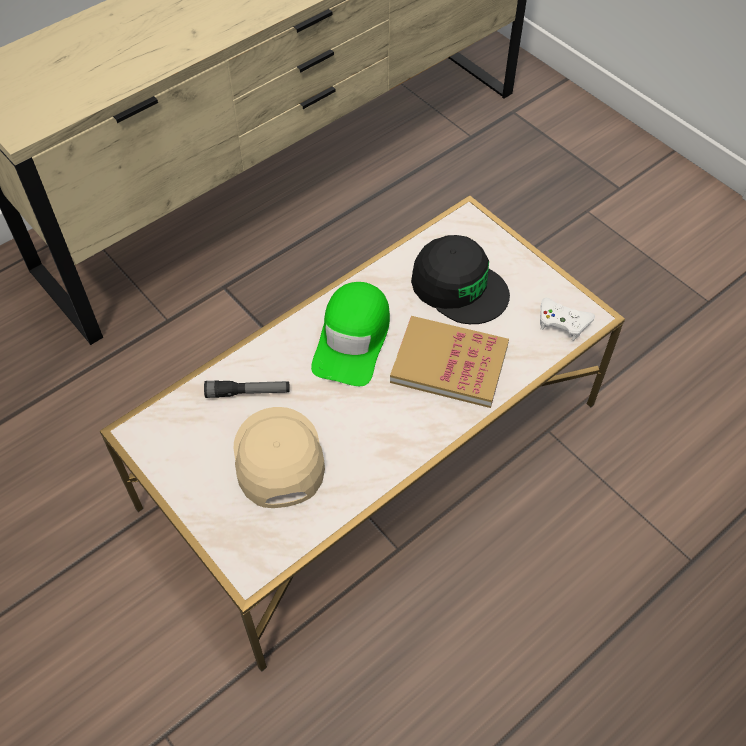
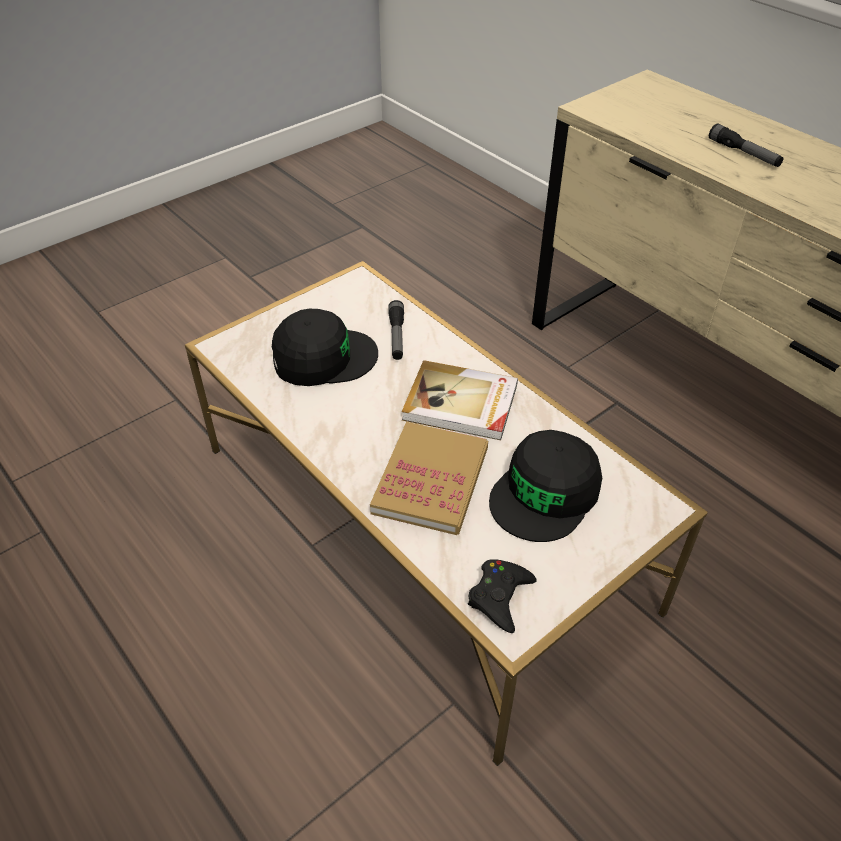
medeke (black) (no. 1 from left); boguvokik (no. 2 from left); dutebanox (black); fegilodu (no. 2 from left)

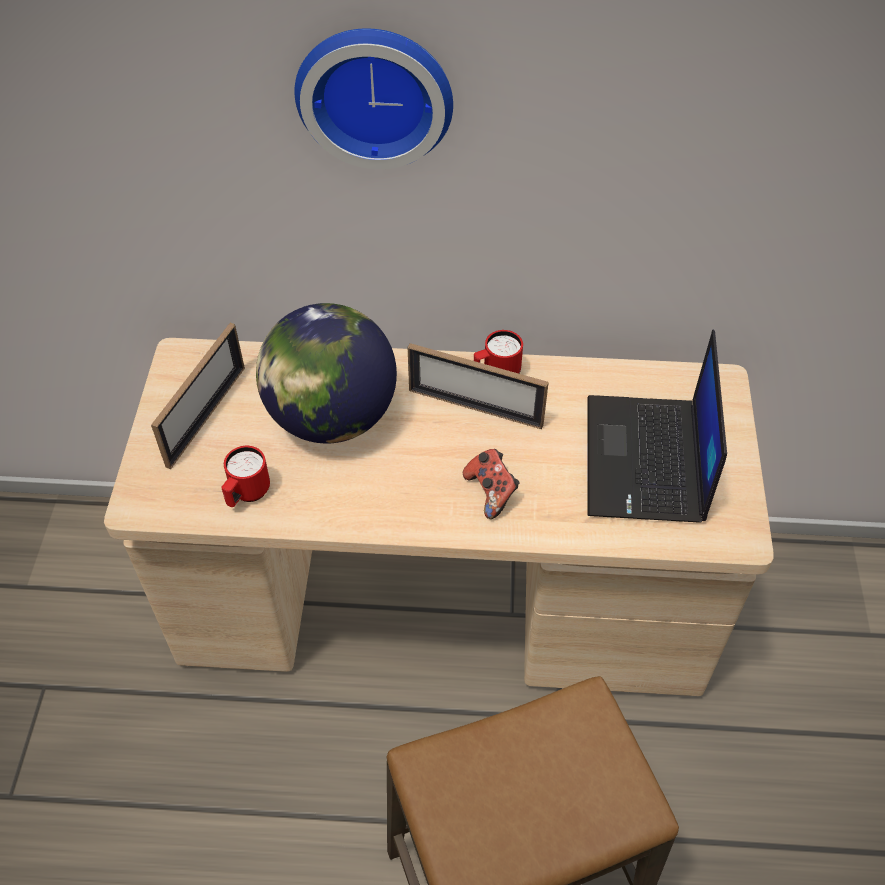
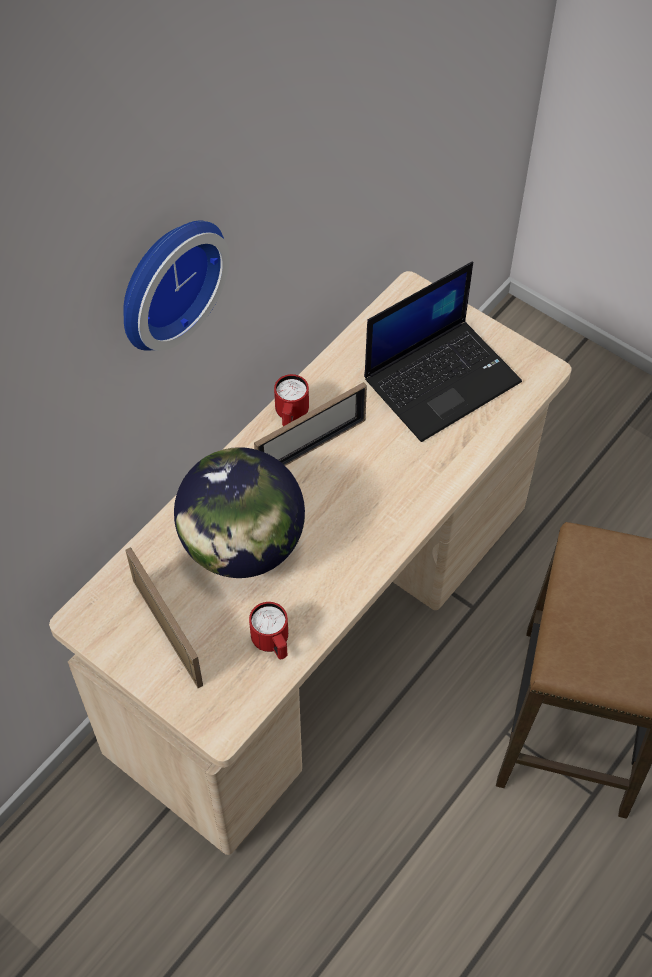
dutebanox; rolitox

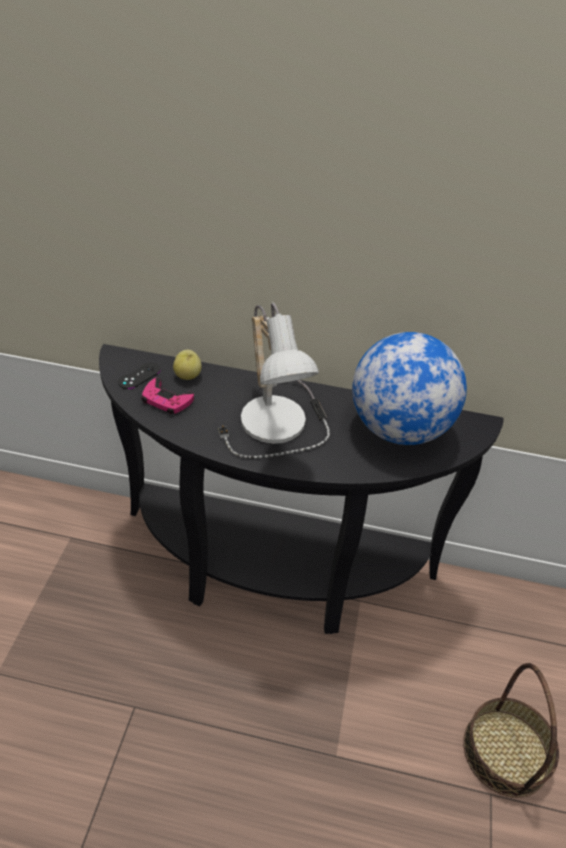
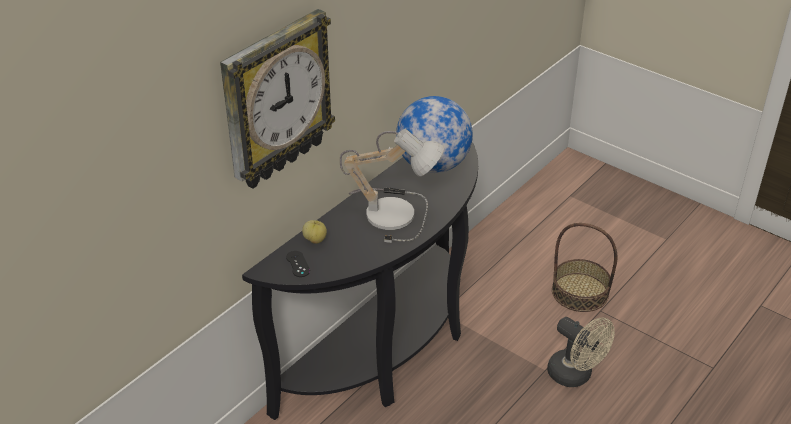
dutebanox (pink); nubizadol; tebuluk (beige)

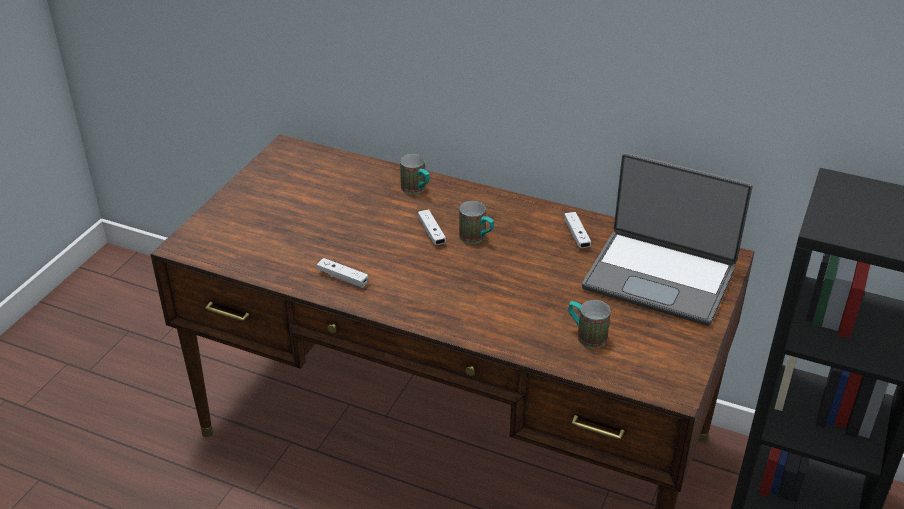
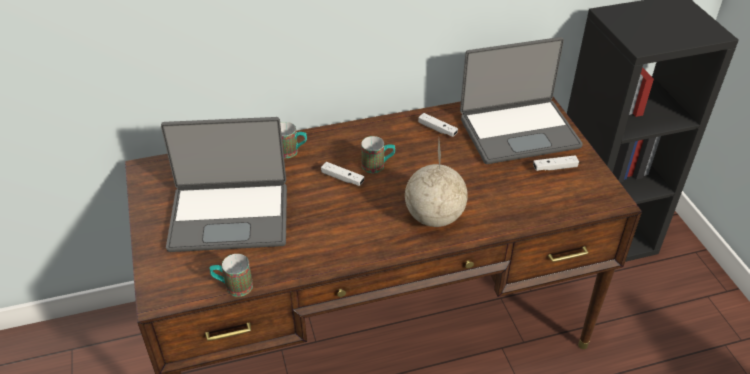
dutebanox (white) (no. 3 from left); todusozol (no. 1 from left); rolitox (no. 1 from left); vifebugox

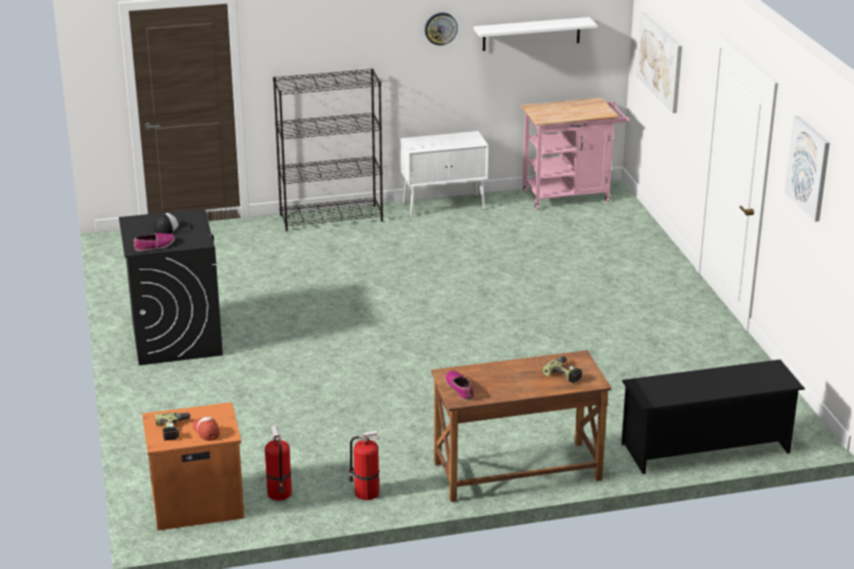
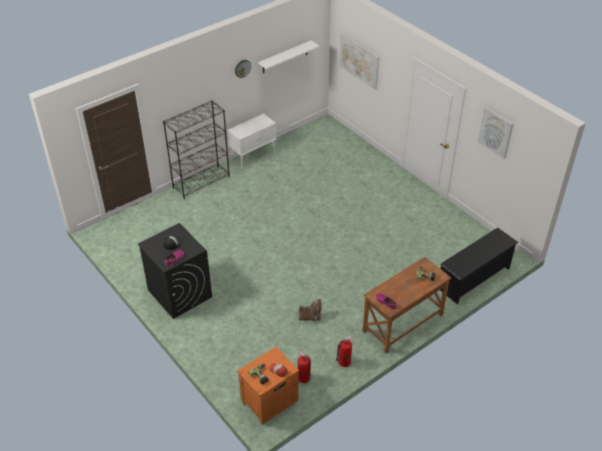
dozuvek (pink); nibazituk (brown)

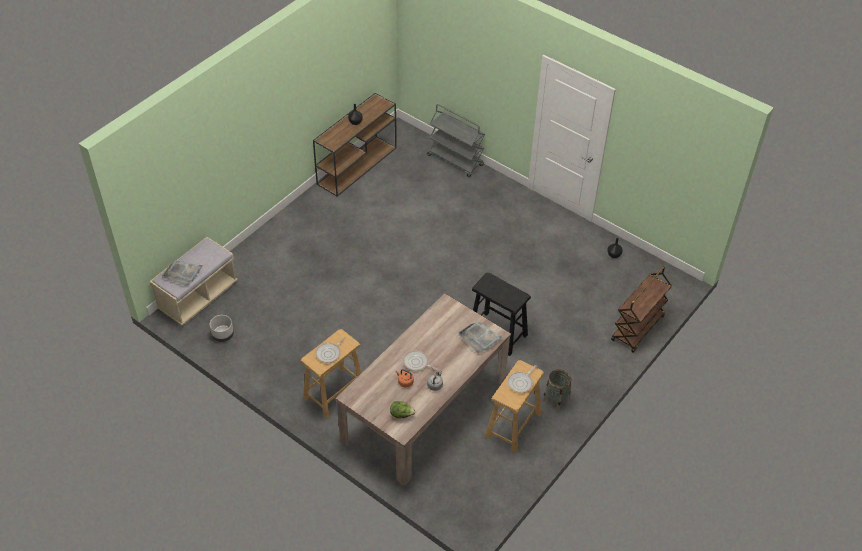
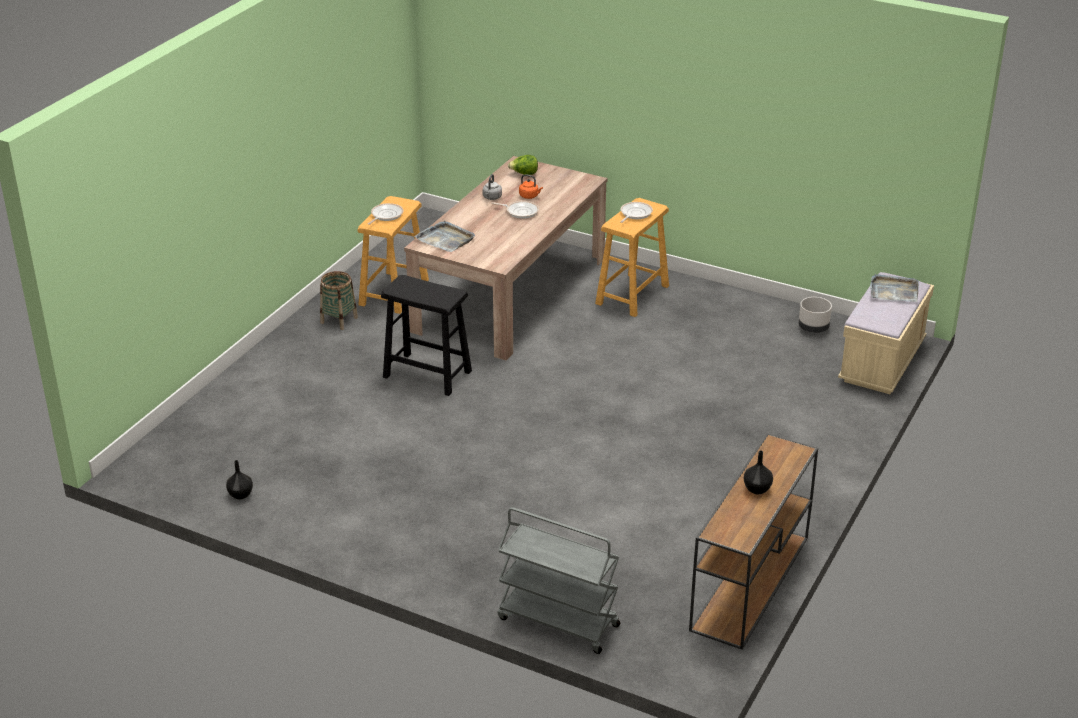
dozuvek (brown)

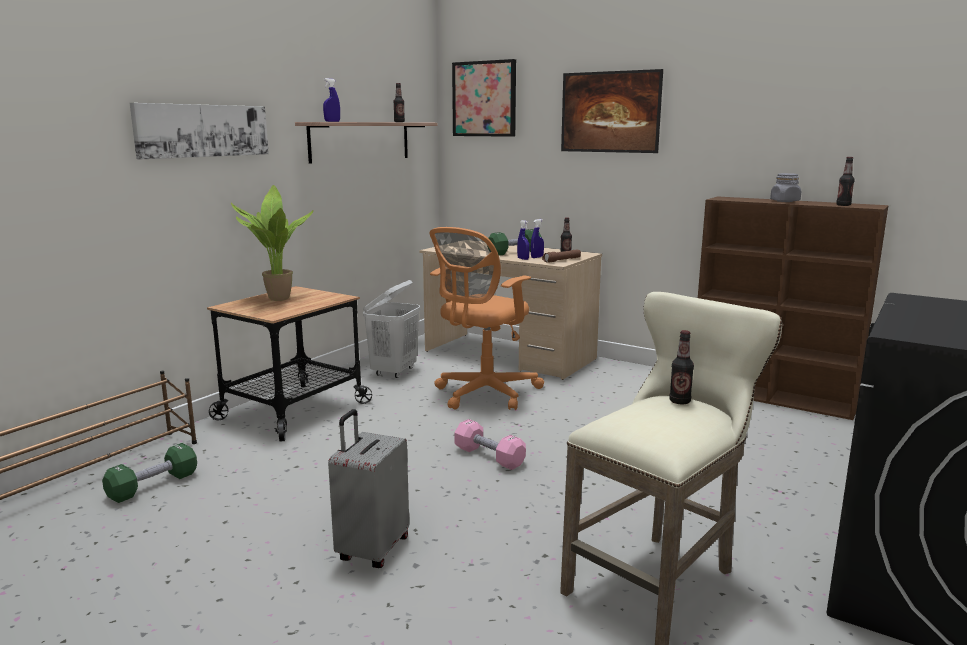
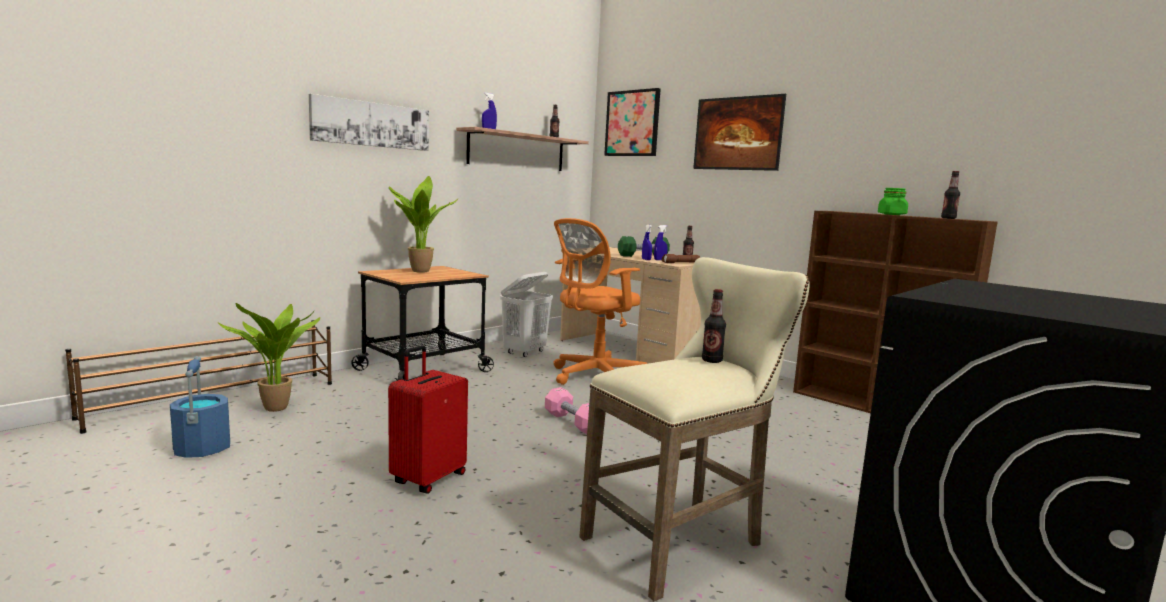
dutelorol (no. 1 from left); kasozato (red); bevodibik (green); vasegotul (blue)

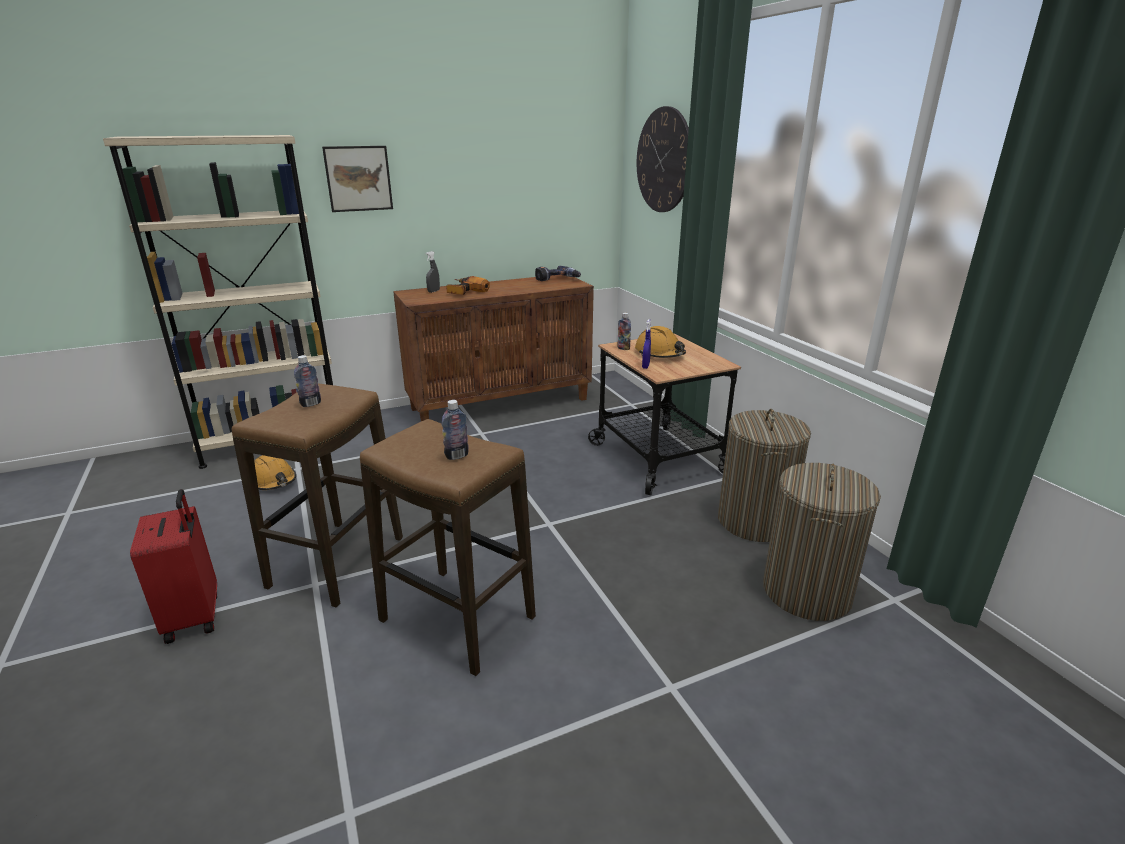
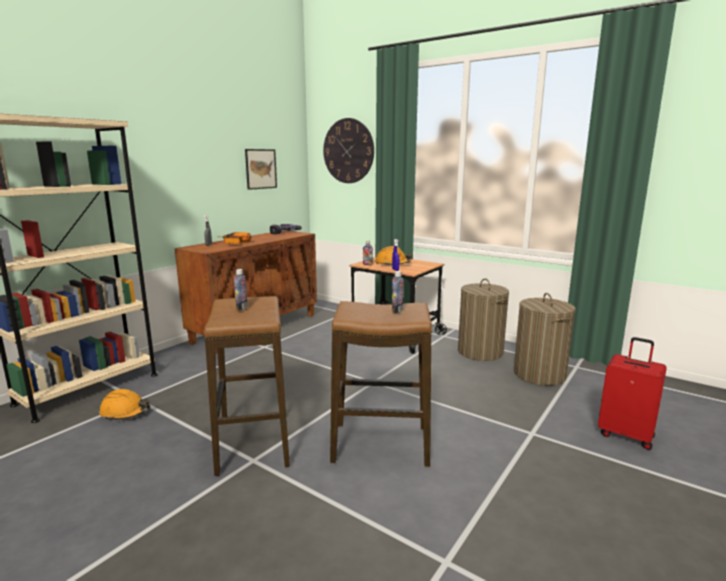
kasozato (red); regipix

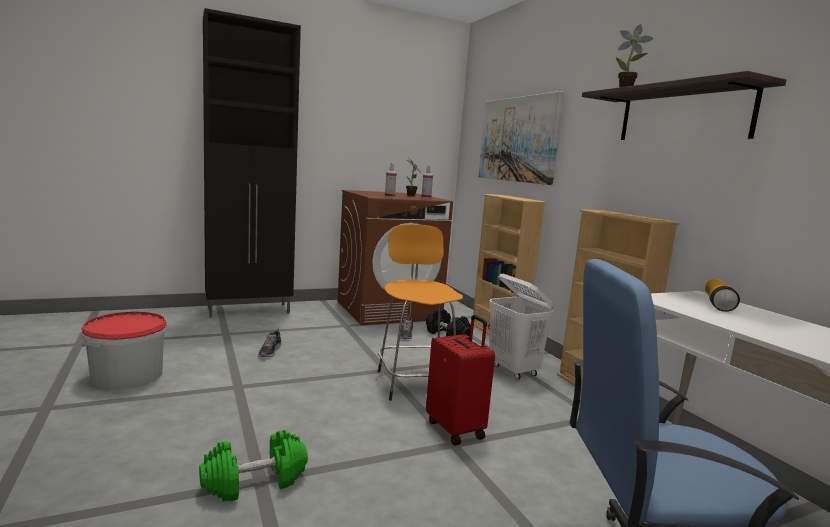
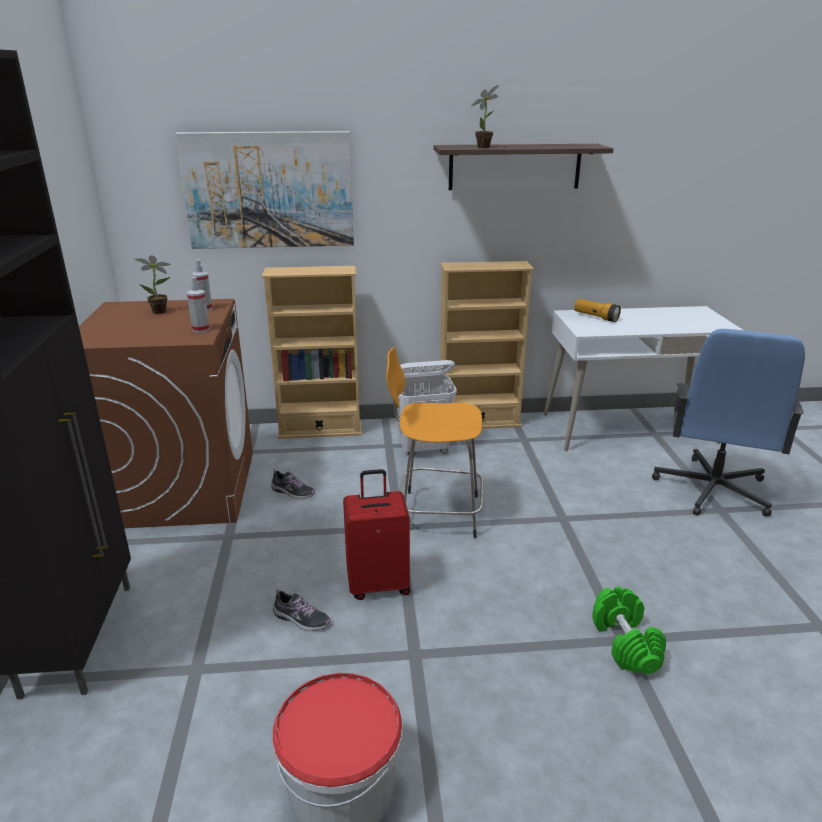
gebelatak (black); kasozato (red)

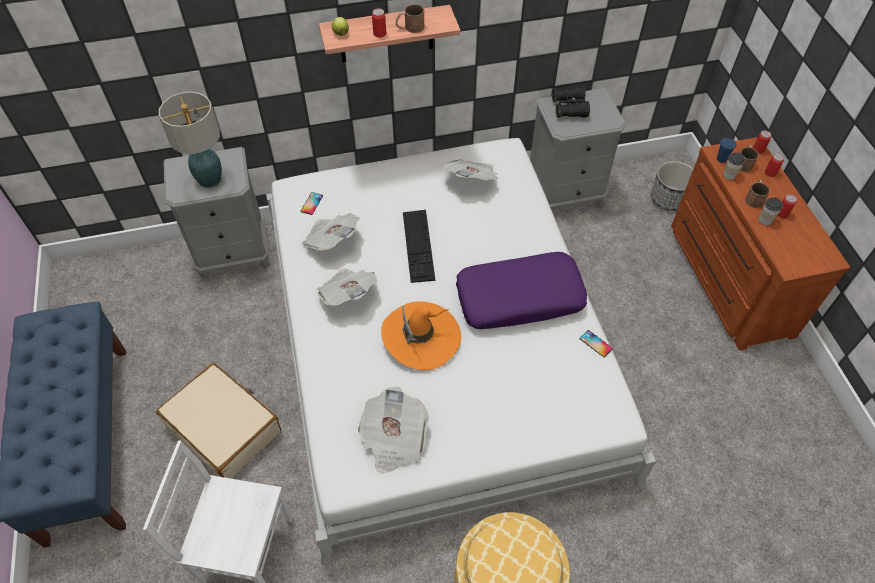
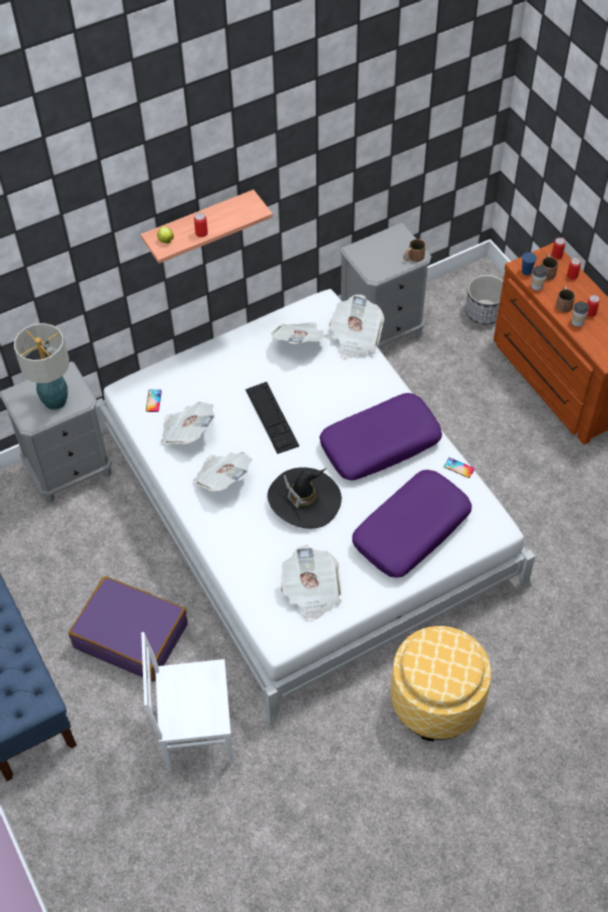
kasozato (purple); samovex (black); todusozol (brown) (no. 1 from left); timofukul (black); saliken (no. 5 from left); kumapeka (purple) (no. 2 from left)

